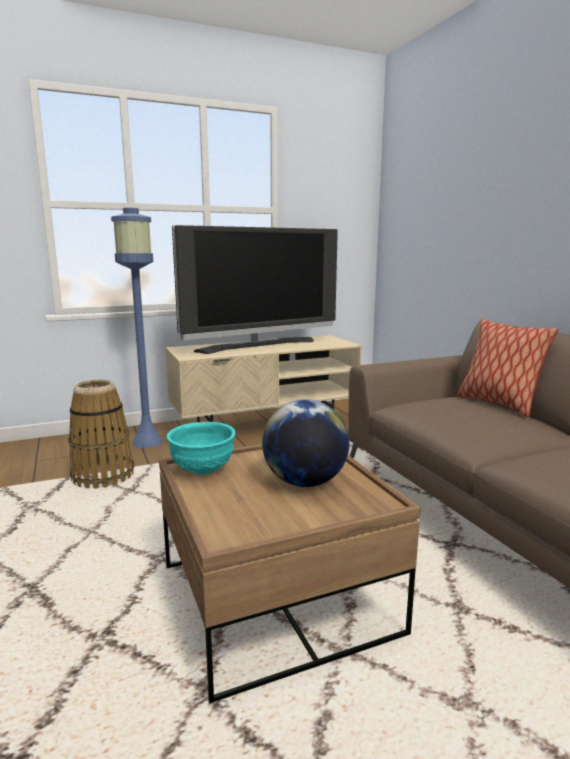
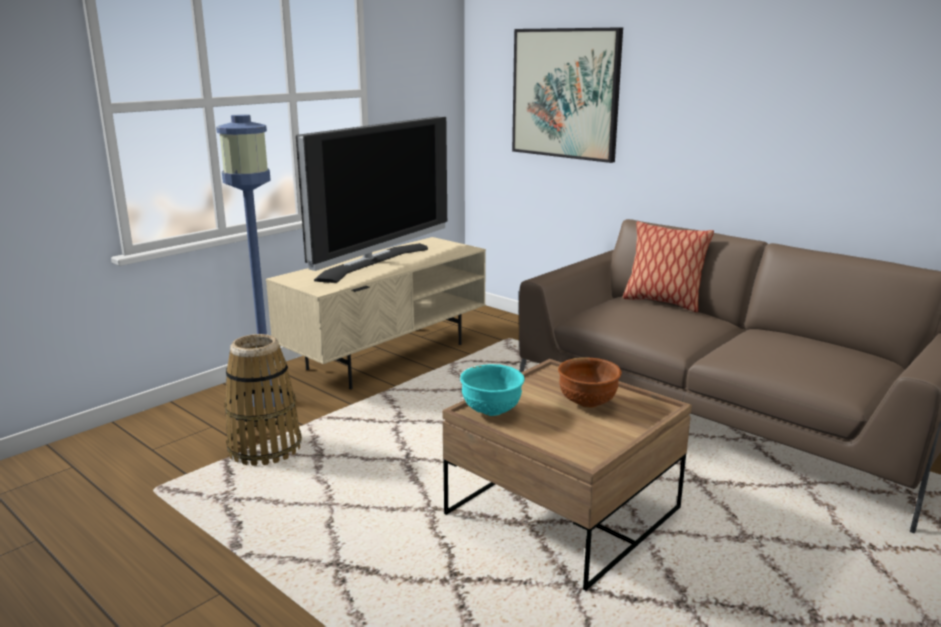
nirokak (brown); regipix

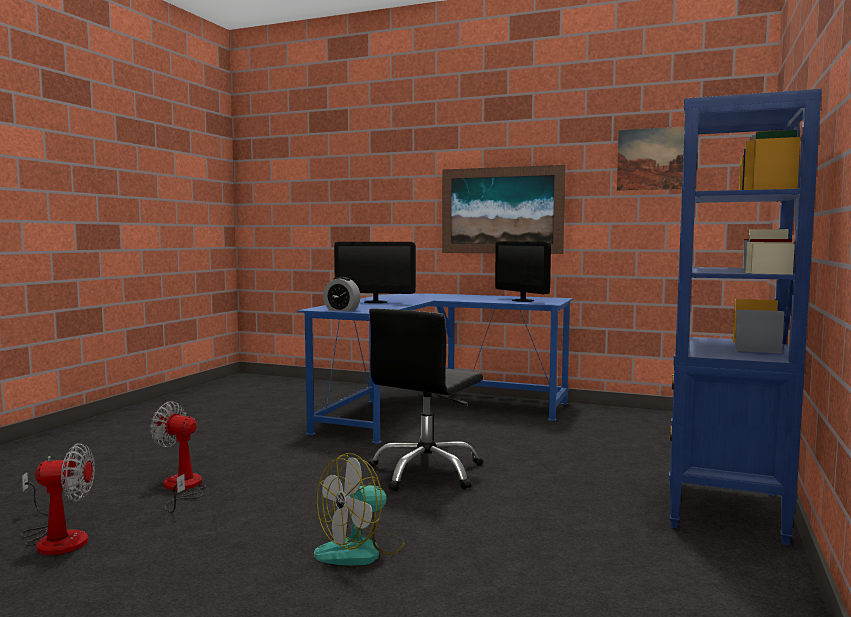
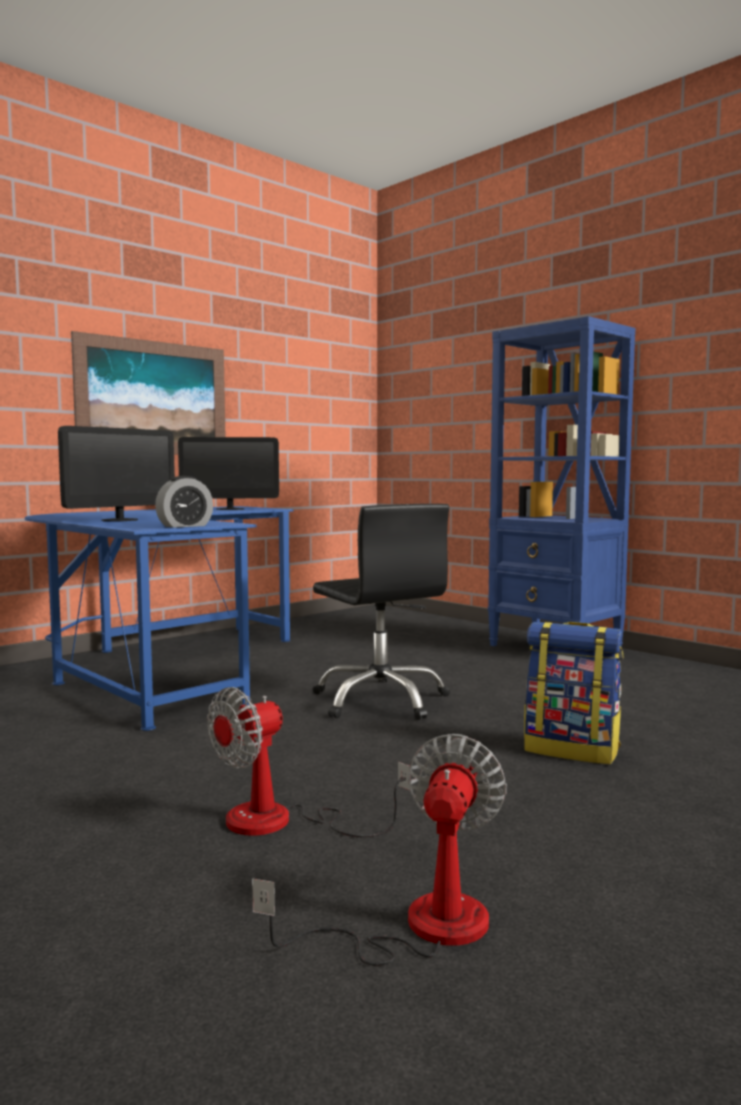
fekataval; regipix (no. 2 from left in the first image)

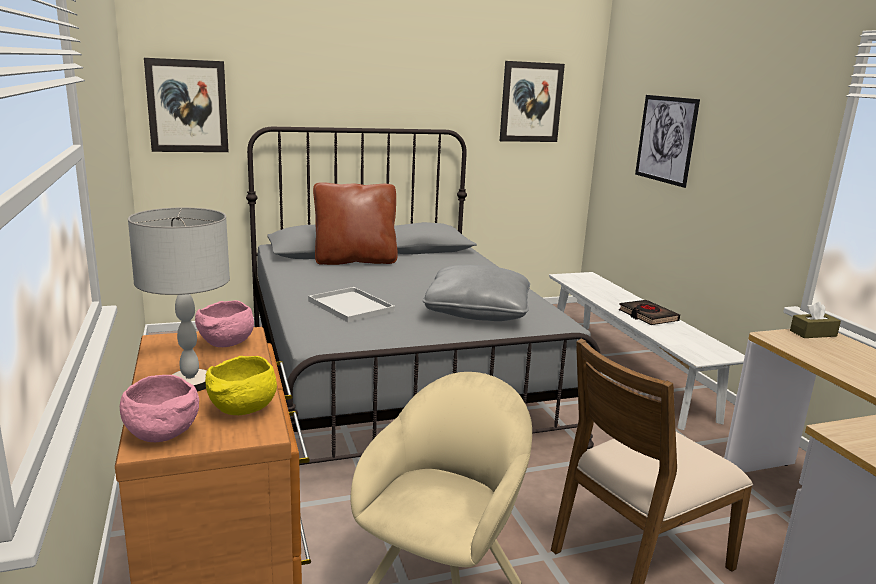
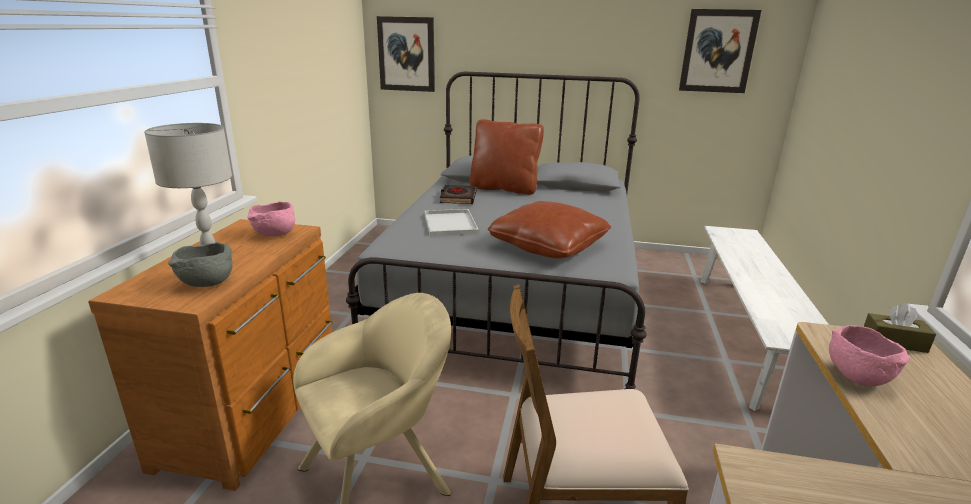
nirokak (pink) (no. 2 from left); nirokak (grey); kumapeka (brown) (no. 2 from left); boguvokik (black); regipix (no. 3 from left in the first image)

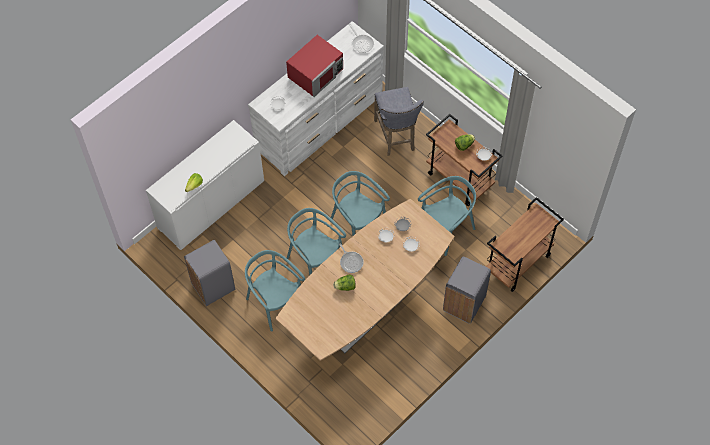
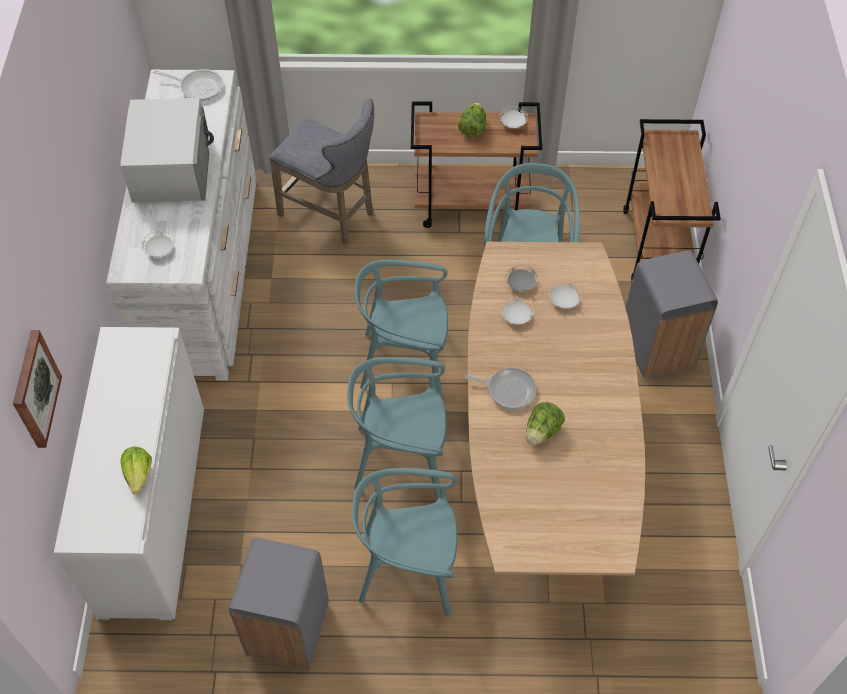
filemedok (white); regipix

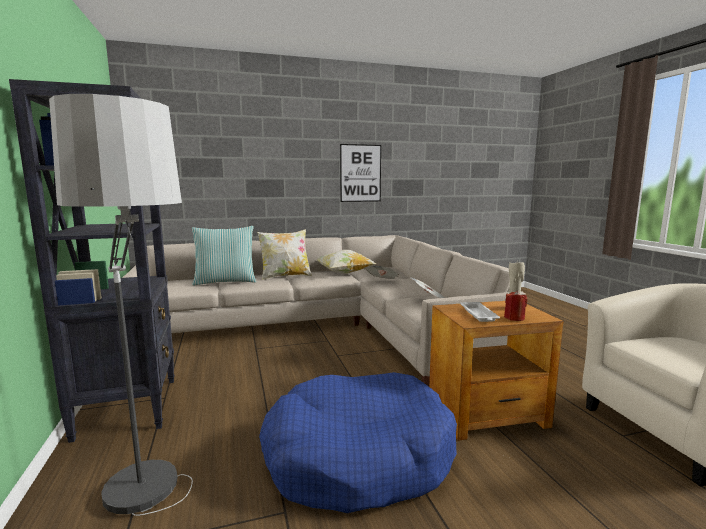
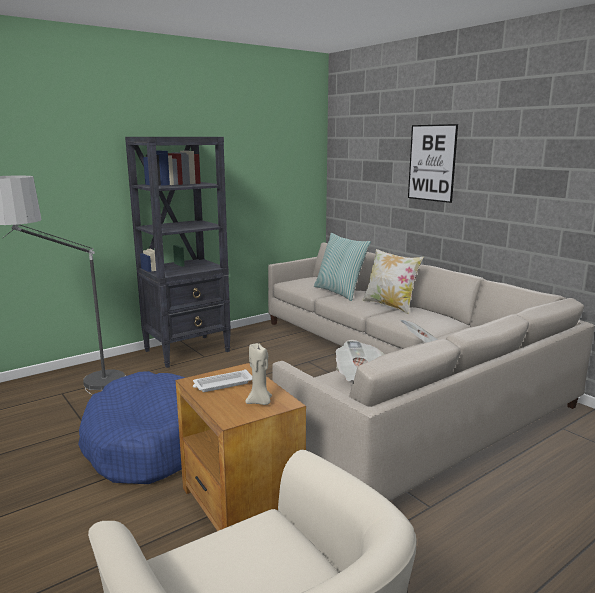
kumapeka (no. 3 from left in the first image); regipix; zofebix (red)

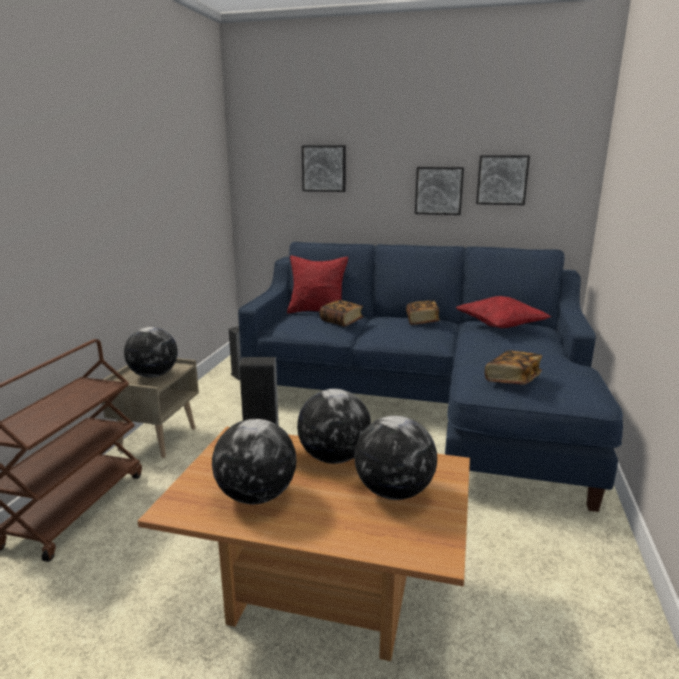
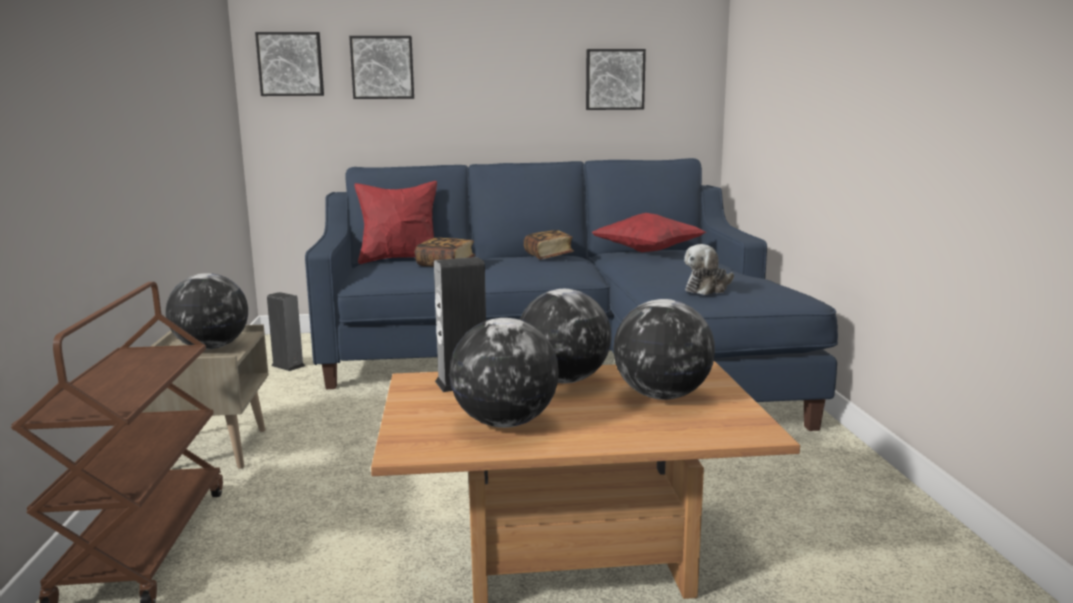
regipix (no. 1 from left); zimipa

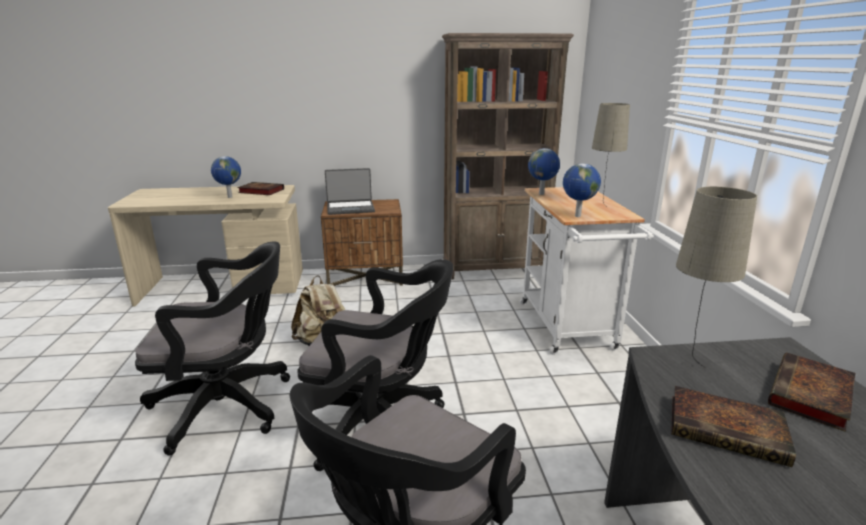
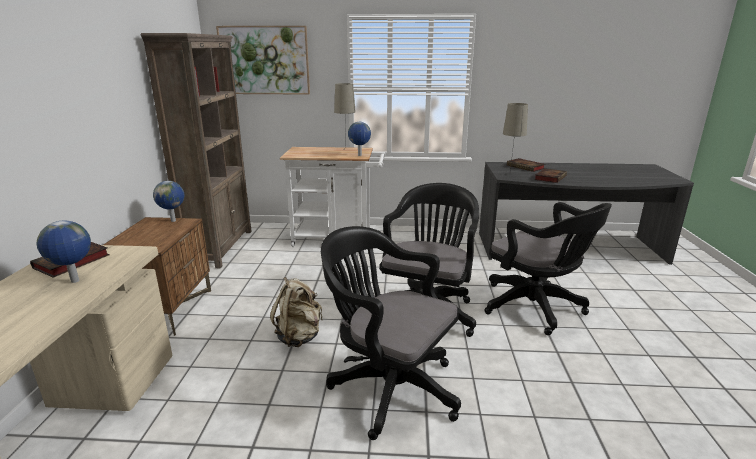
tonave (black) (no. 1 from left); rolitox; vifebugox (no. 2 from left); regipix

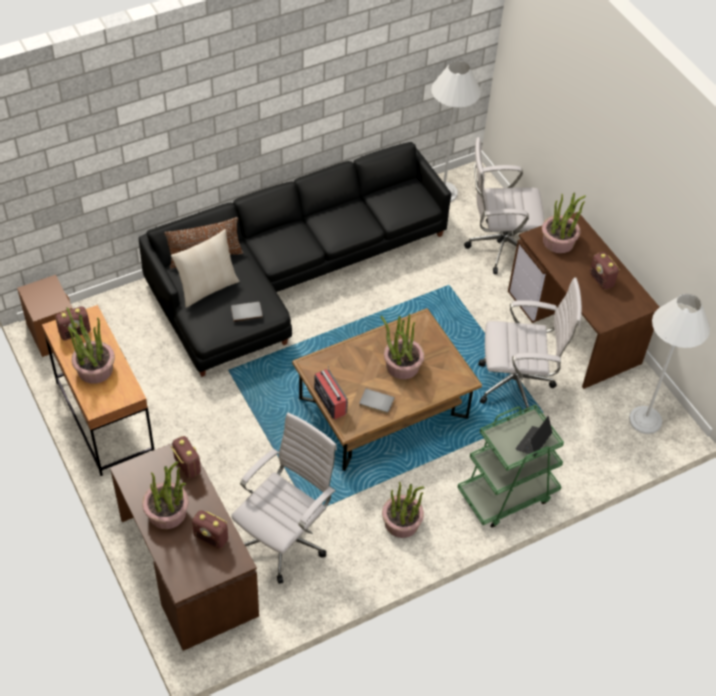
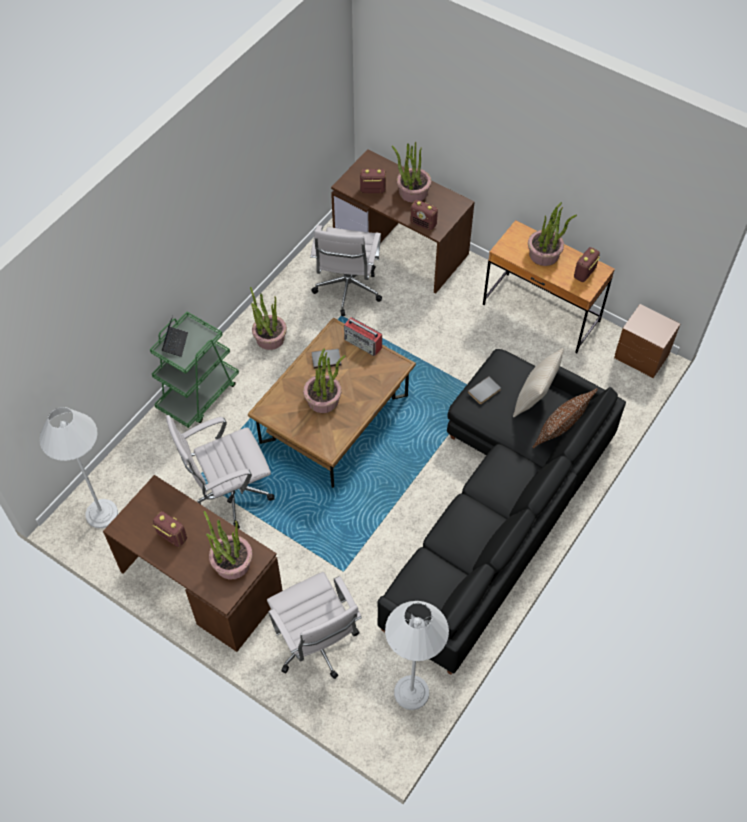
tonave (white) (no. 2 from left)

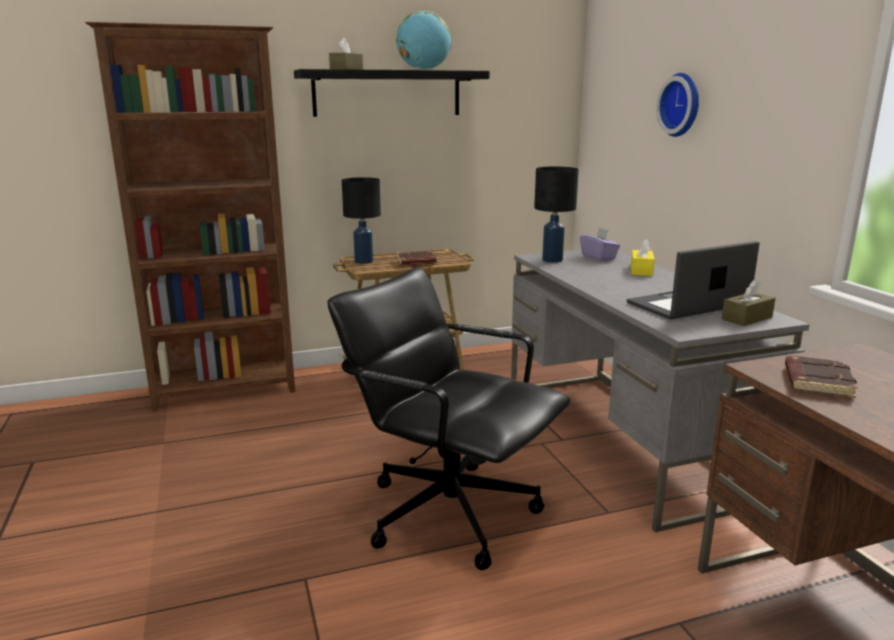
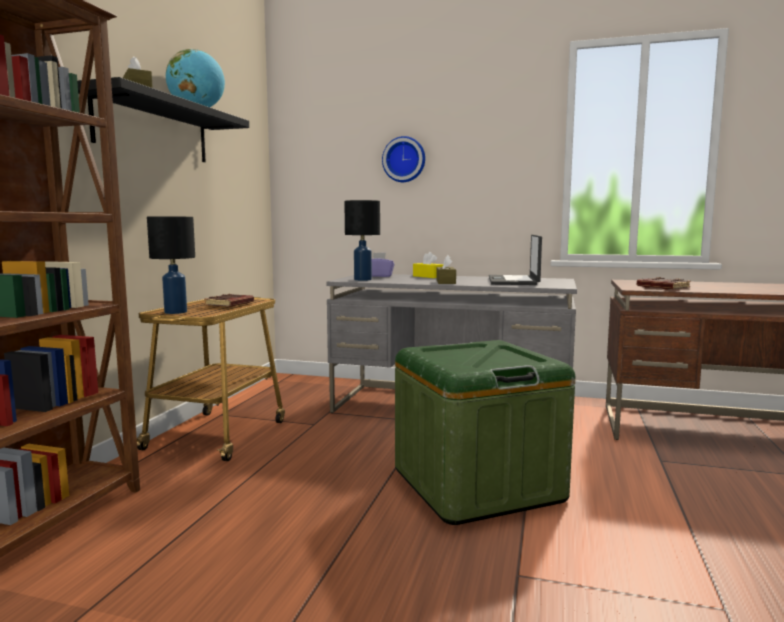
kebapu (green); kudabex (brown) (no. 2 from left)

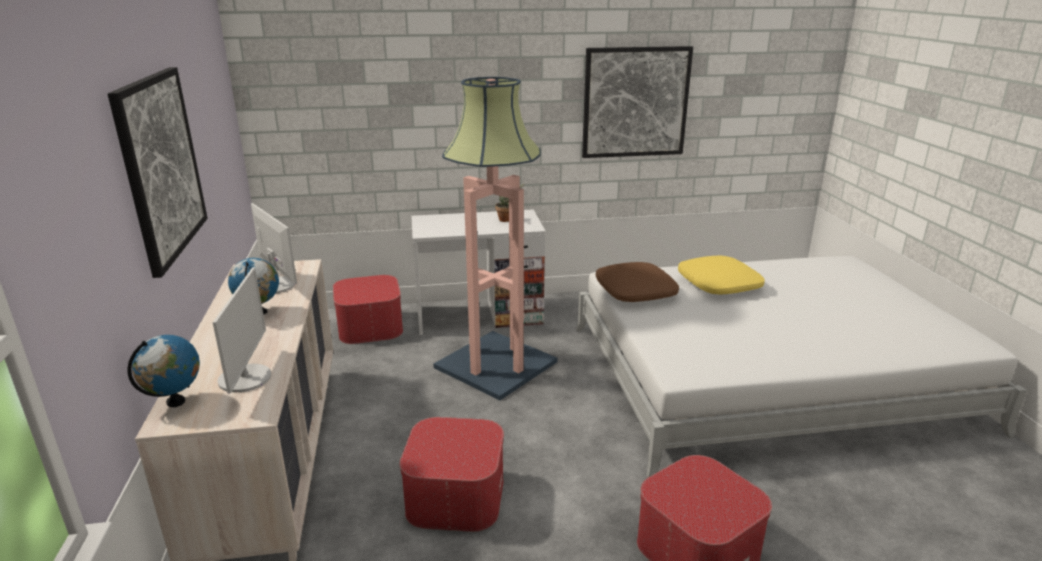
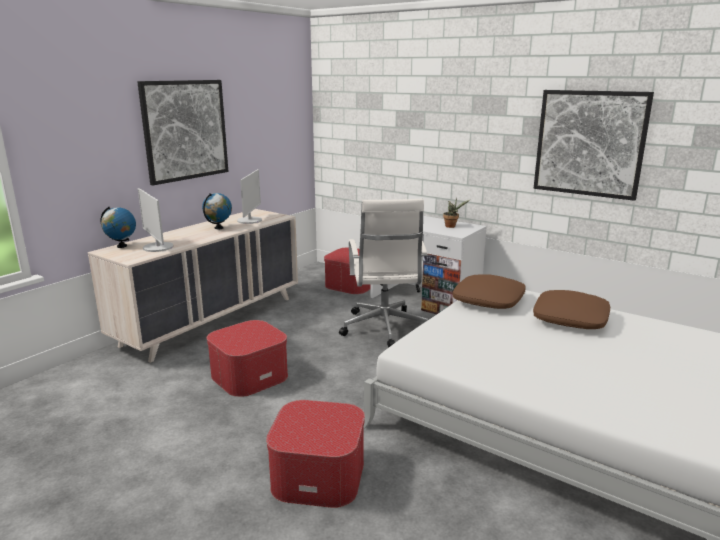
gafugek (no. 1 from left); tonave (white); kumapeka (brown) (no. 2 from left)

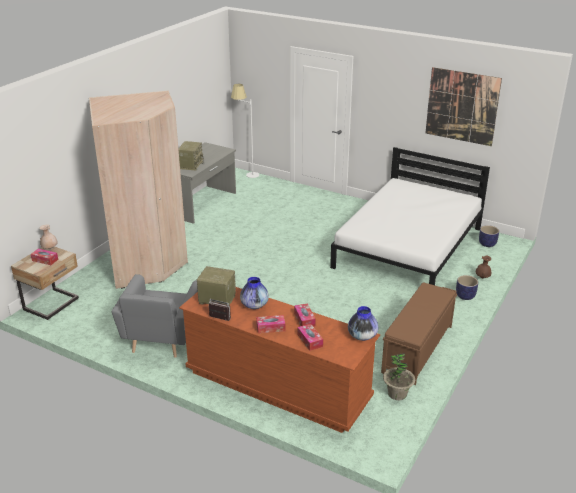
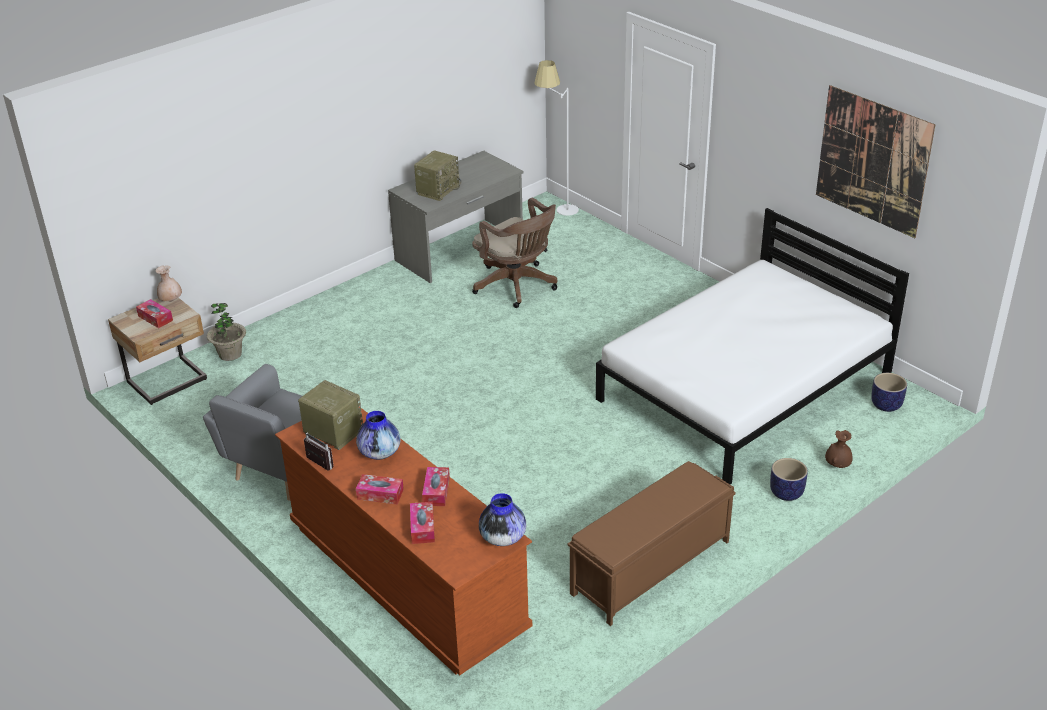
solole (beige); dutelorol; tonave (brown)

